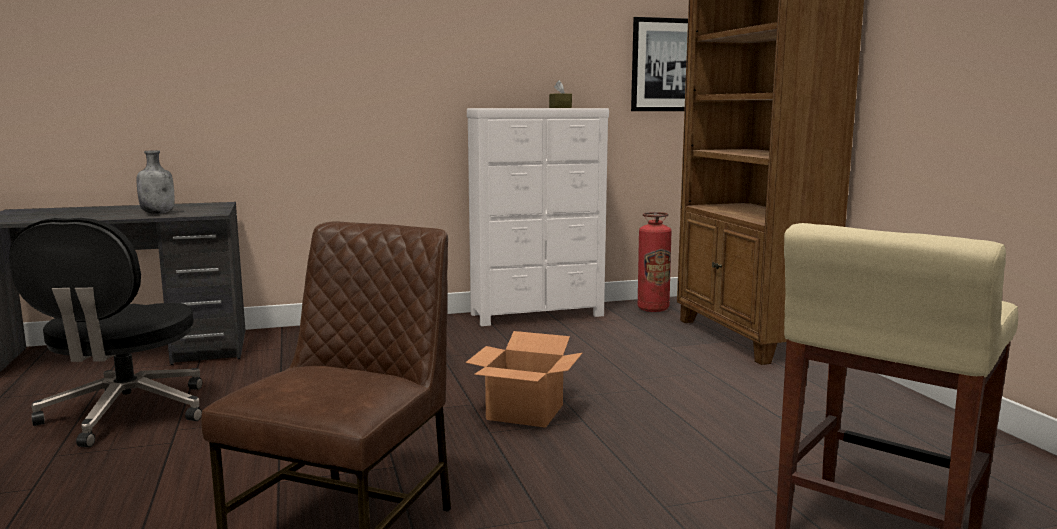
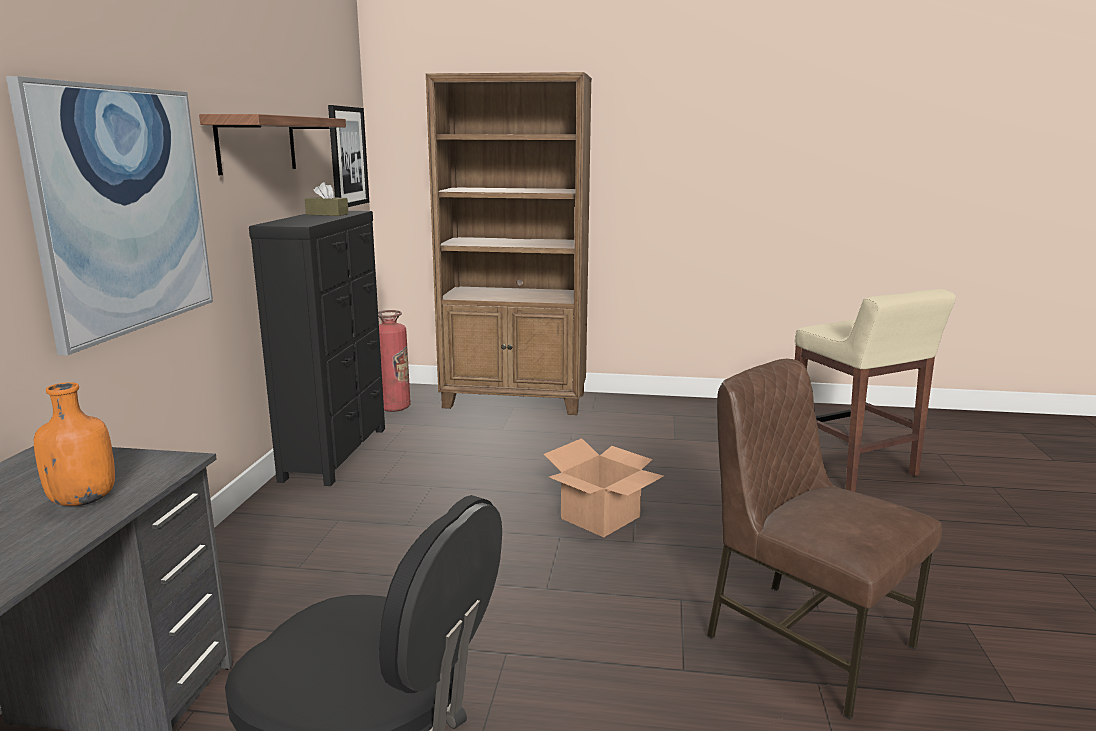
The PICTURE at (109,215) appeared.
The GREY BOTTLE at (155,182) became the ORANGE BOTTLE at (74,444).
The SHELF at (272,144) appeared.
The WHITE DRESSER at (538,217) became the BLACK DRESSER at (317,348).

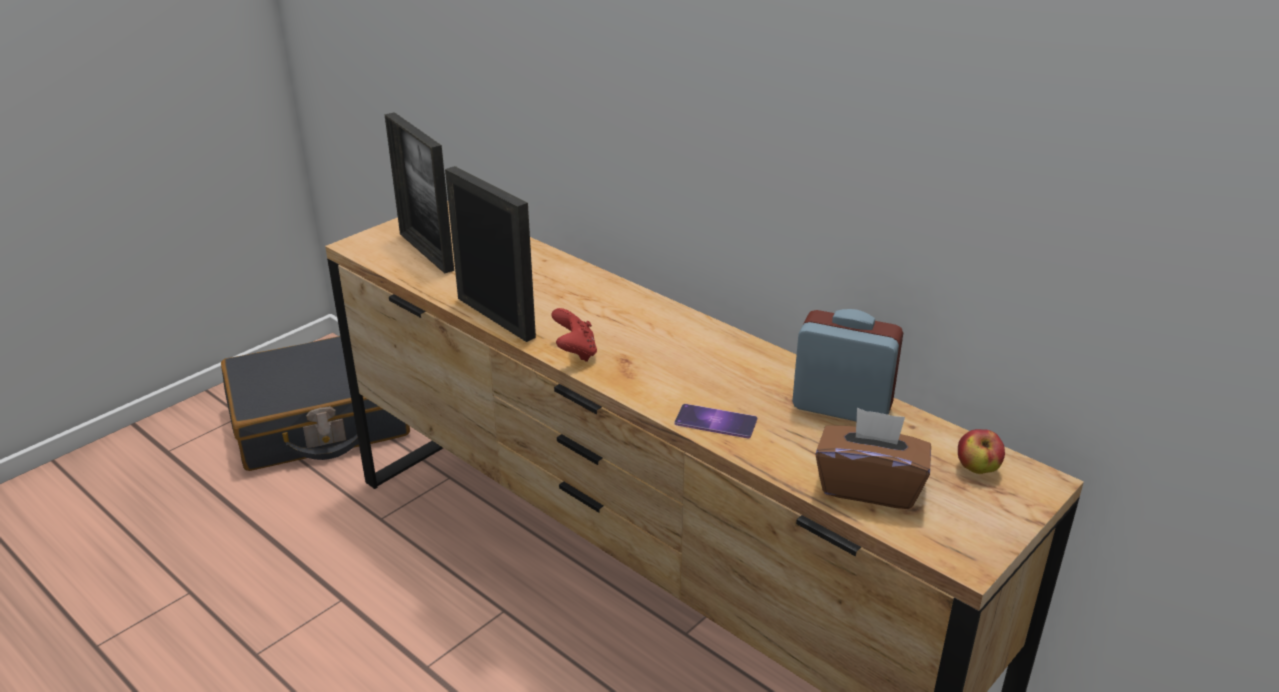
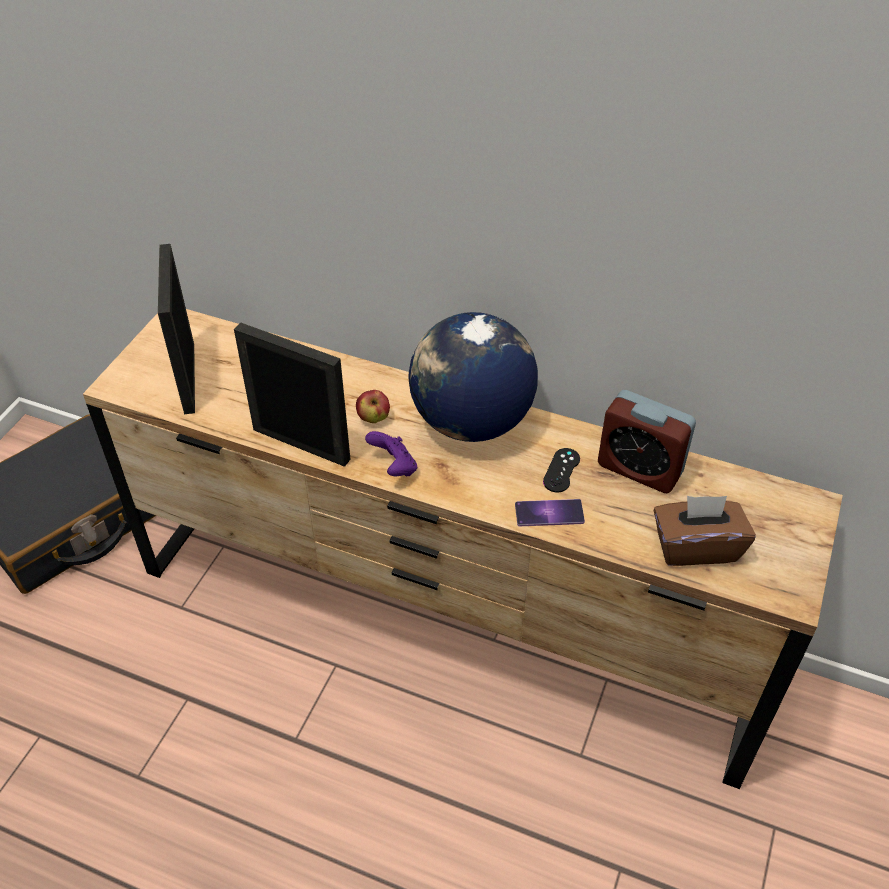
The PICTURE FRAME at (419,192) turned 45 degrees clockwise.
The APPLE moved from (981,451) to (373,406).
The RED GAME CONTROLLER at (574,335) became the PURPLE GAME CONTROLLER at (391,453).
The GLOBE at (473,377) appeared.
The BLACK GAME CONTROLLER at (561,470) appeared.
The ALARM CLOCK at (847,365) turned 150 degrees counterclockwise.

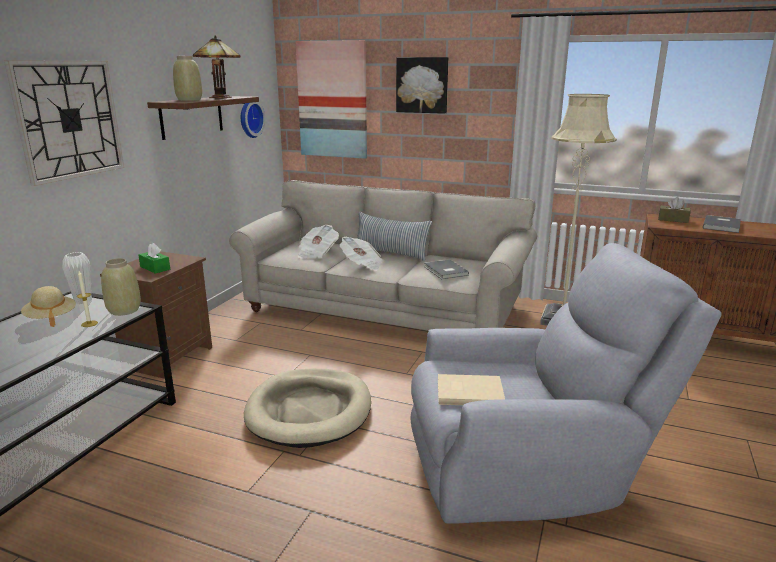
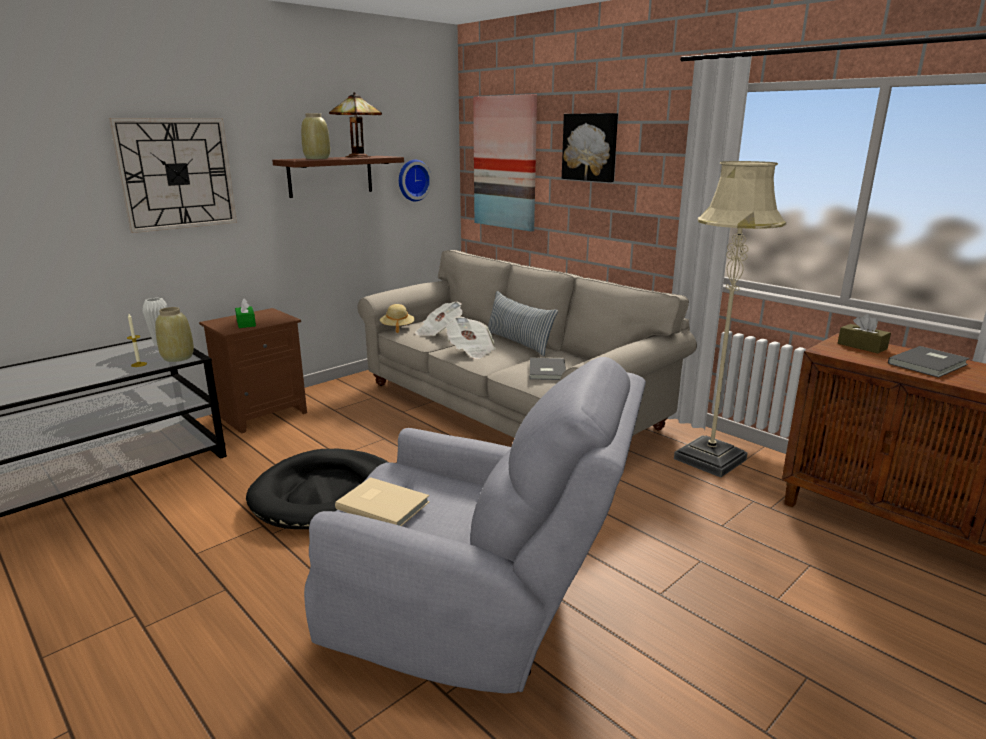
The BEIGE DOG BED at (307,408) became the BLACK DOG BED at (317,489).
The BEIGE HAT moved from (48,306) to (397,318).

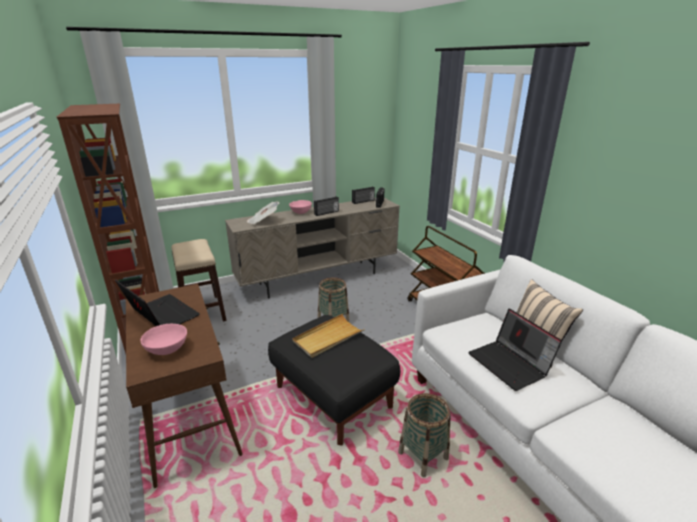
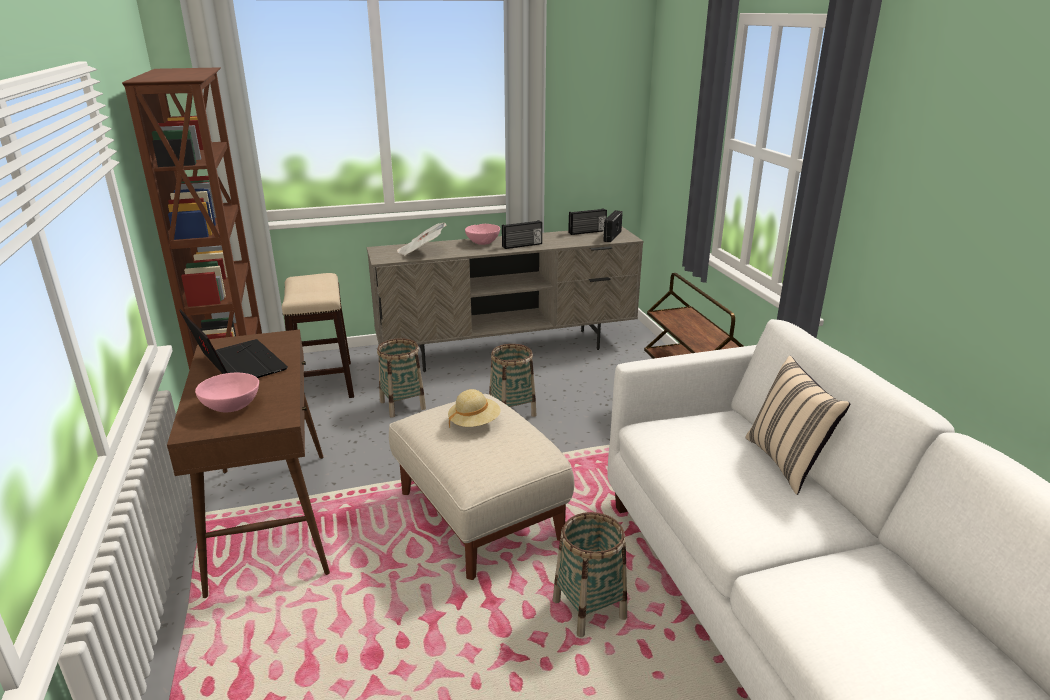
The BASKET at (401,378) appeared.
The BLACK OTTOMAN at (334,380) became the BEIGE OTTOMAN at (481,487).
The BEIGE TRAY at (328,336) was replaced by the BEIGE HAT at (474,408).
The LAPTOP at (515,349) disappeared.

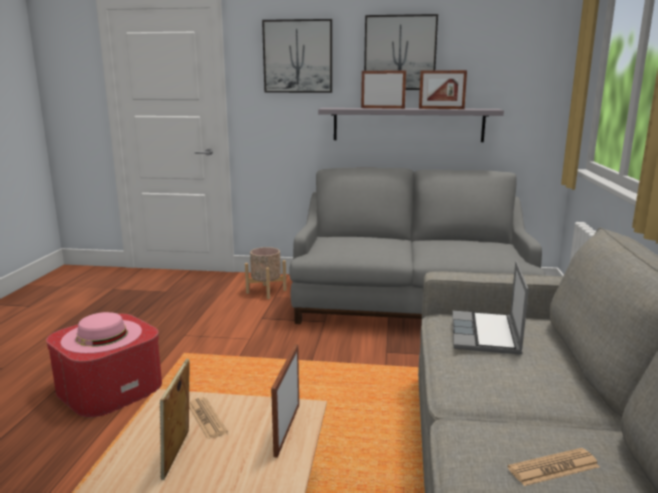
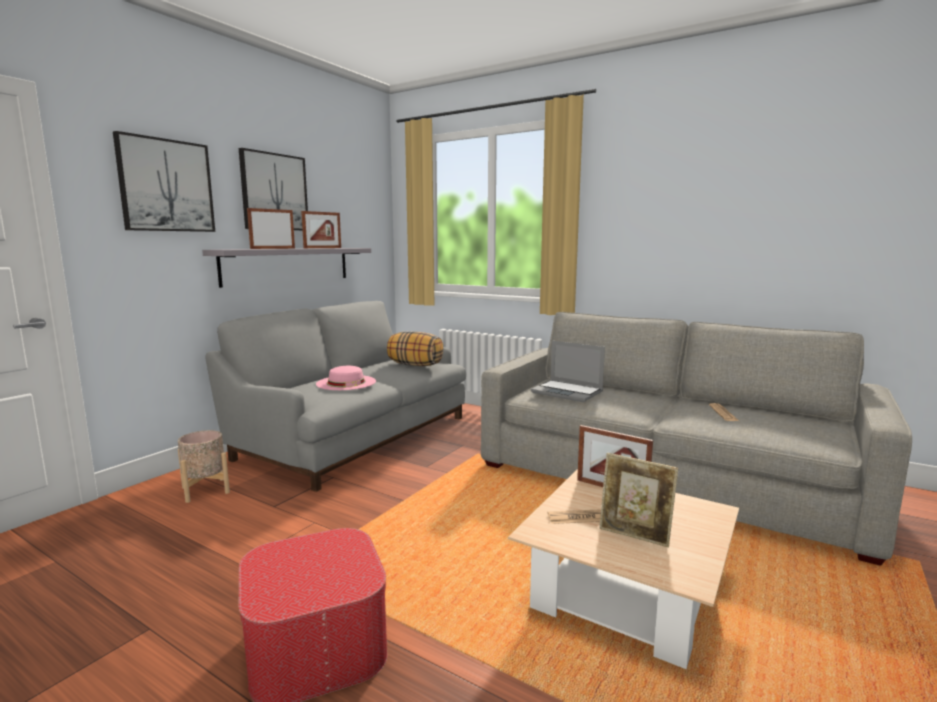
The PINK HAT moved from (101,332) to (346,378).
The PILLOW at (415,348) appeared.

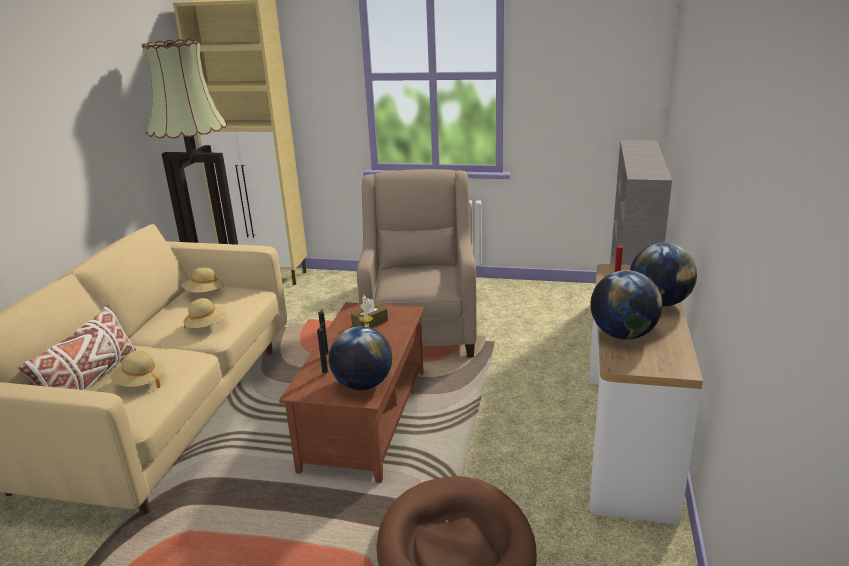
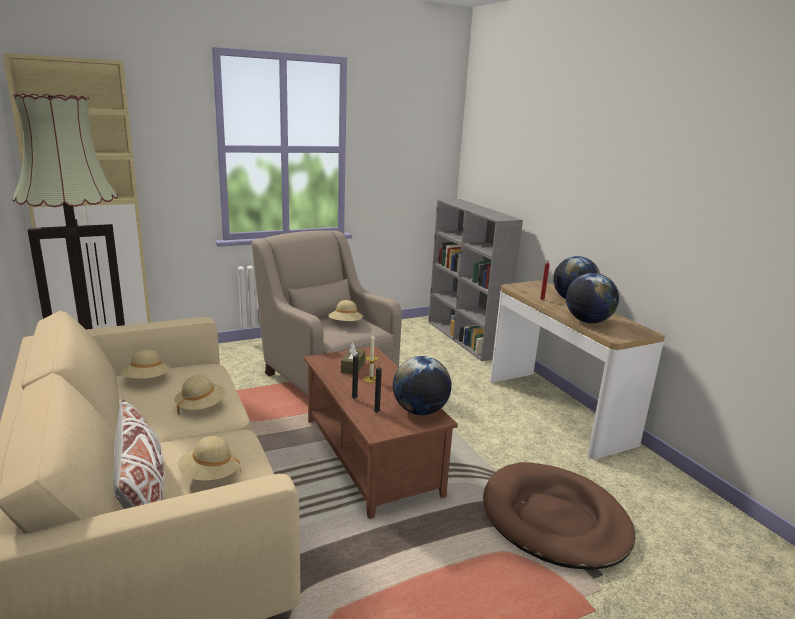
The BEIGE HAT at (345,310) appeared.

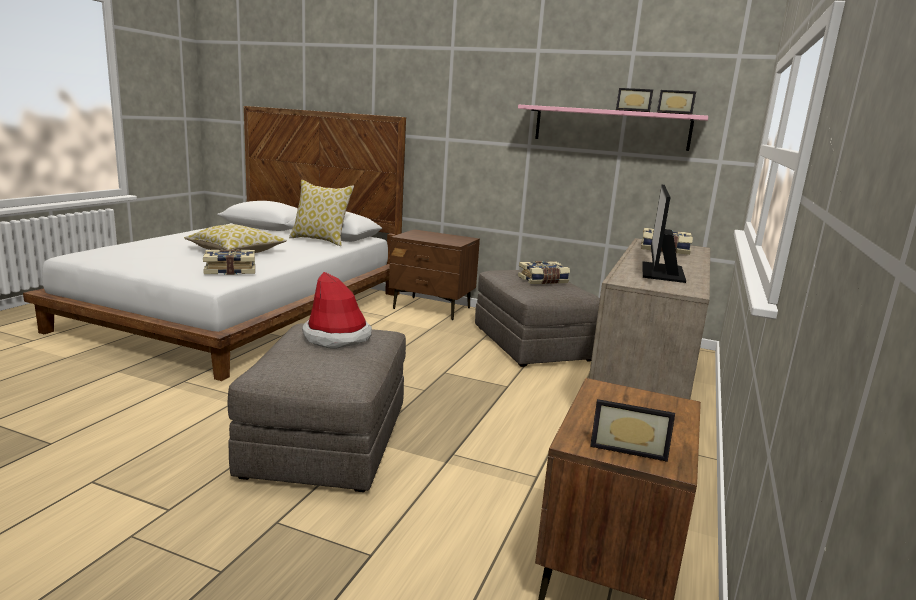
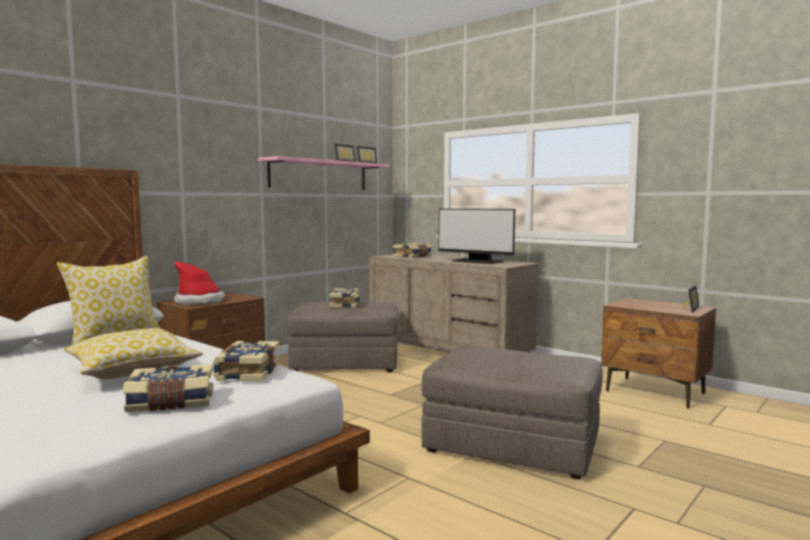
The BOOK at (168,388) appeared.
The HAT moved from (337,310) to (199,283).

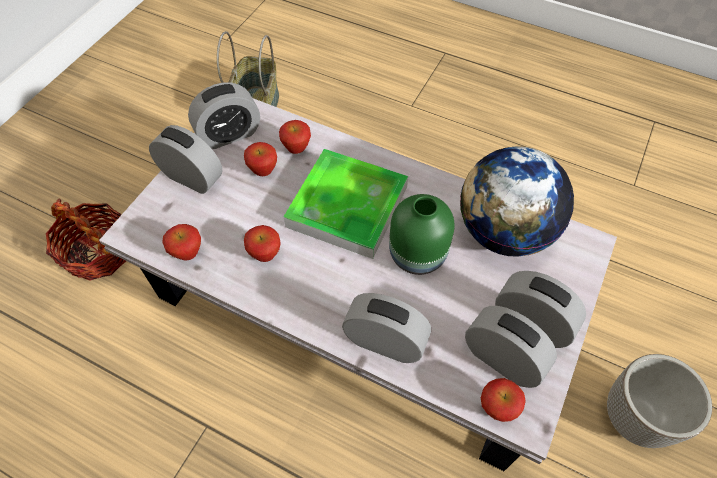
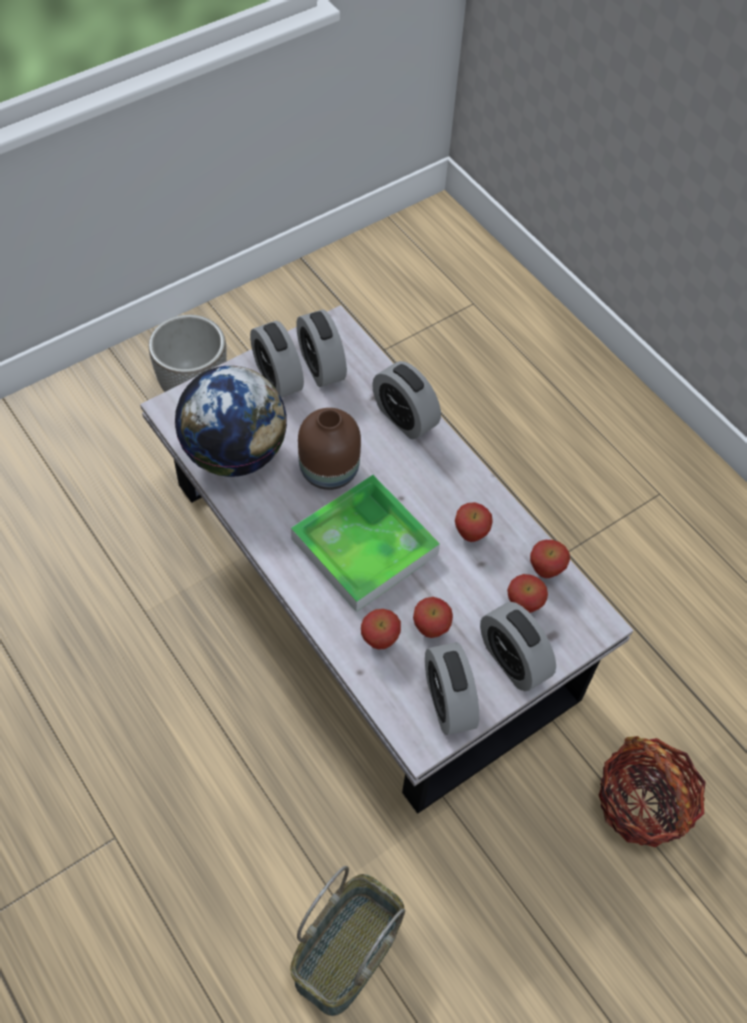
The GREEN VASE at (422,234) became the BROWN VASE at (329,449).
The ALARM CLOCK at (224,116) turned 105 degrees counterclockwise.
The APPLE moved from (503,400) to (527,593).

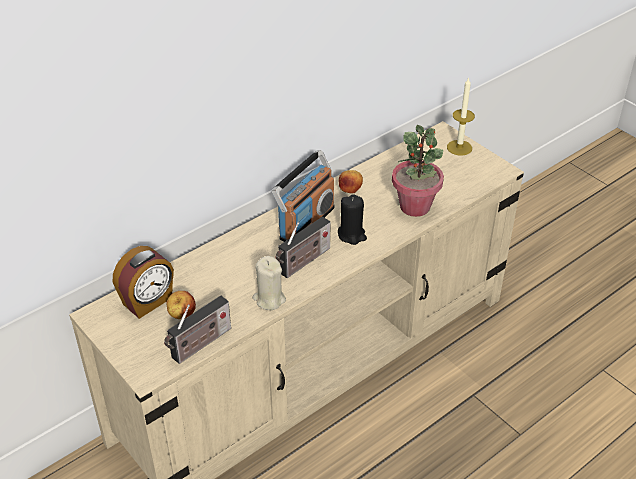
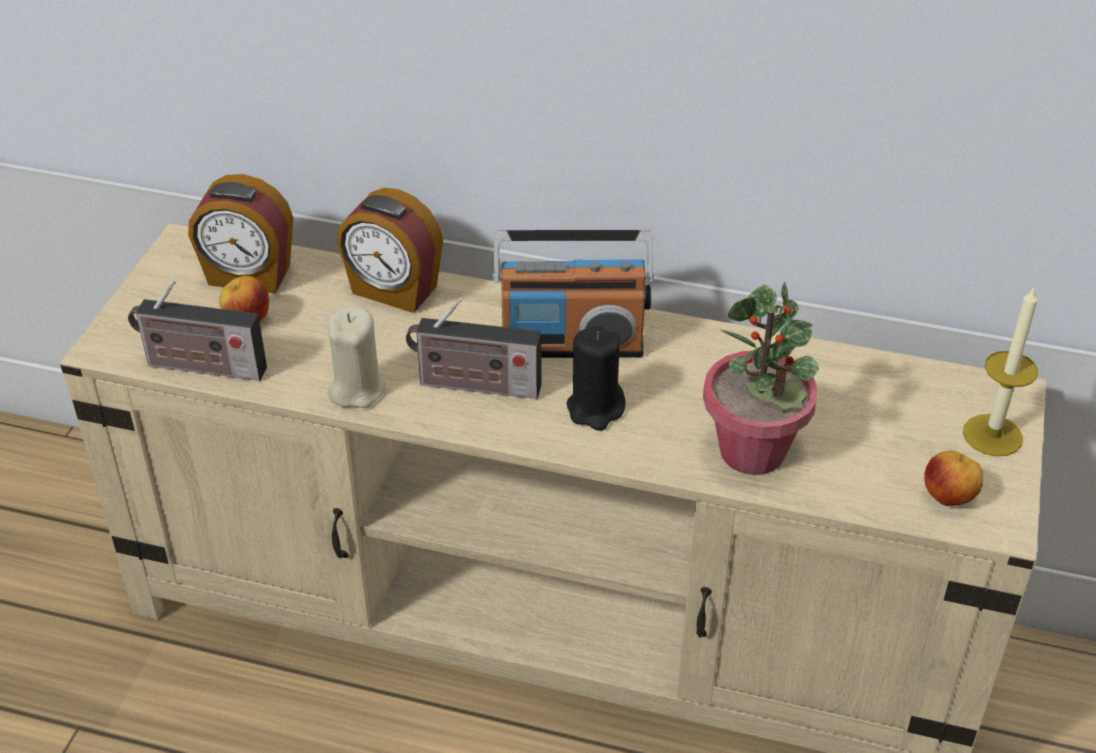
The ALARM CLOCK at (390,250) appeared.
The APPLE moved from (351,182) to (954,478).

